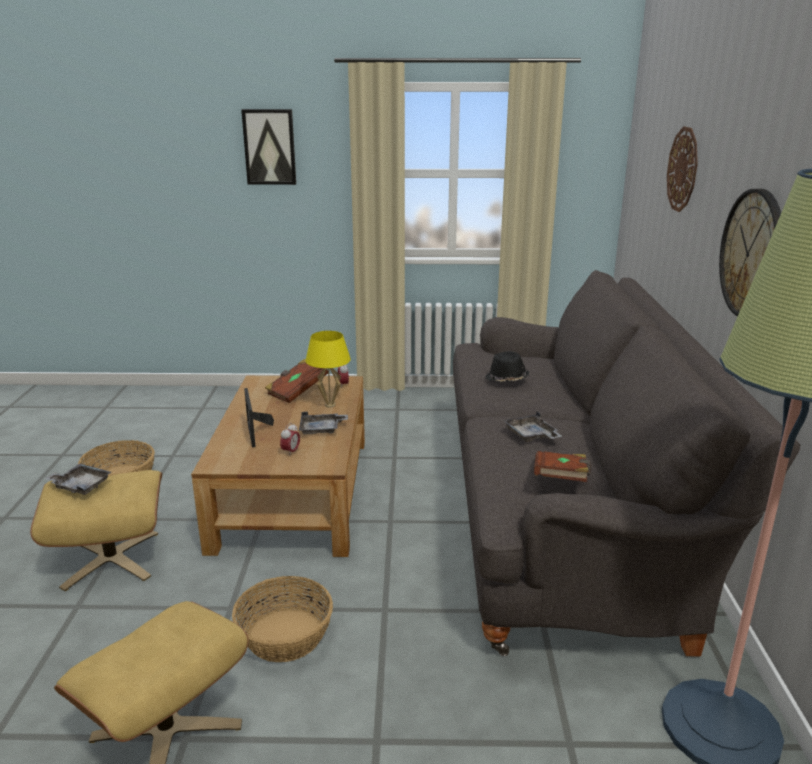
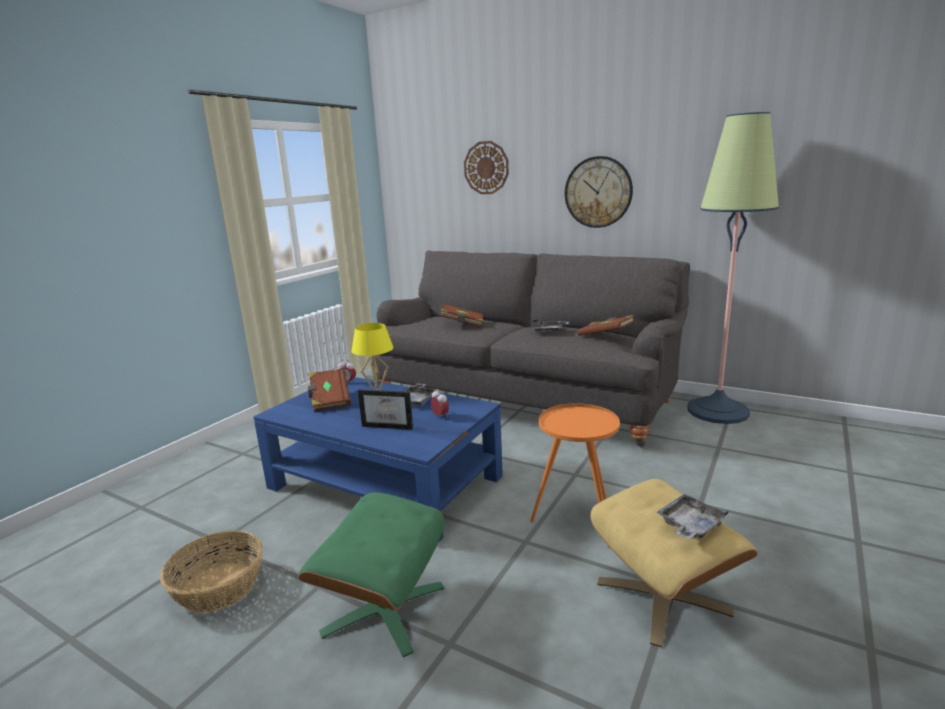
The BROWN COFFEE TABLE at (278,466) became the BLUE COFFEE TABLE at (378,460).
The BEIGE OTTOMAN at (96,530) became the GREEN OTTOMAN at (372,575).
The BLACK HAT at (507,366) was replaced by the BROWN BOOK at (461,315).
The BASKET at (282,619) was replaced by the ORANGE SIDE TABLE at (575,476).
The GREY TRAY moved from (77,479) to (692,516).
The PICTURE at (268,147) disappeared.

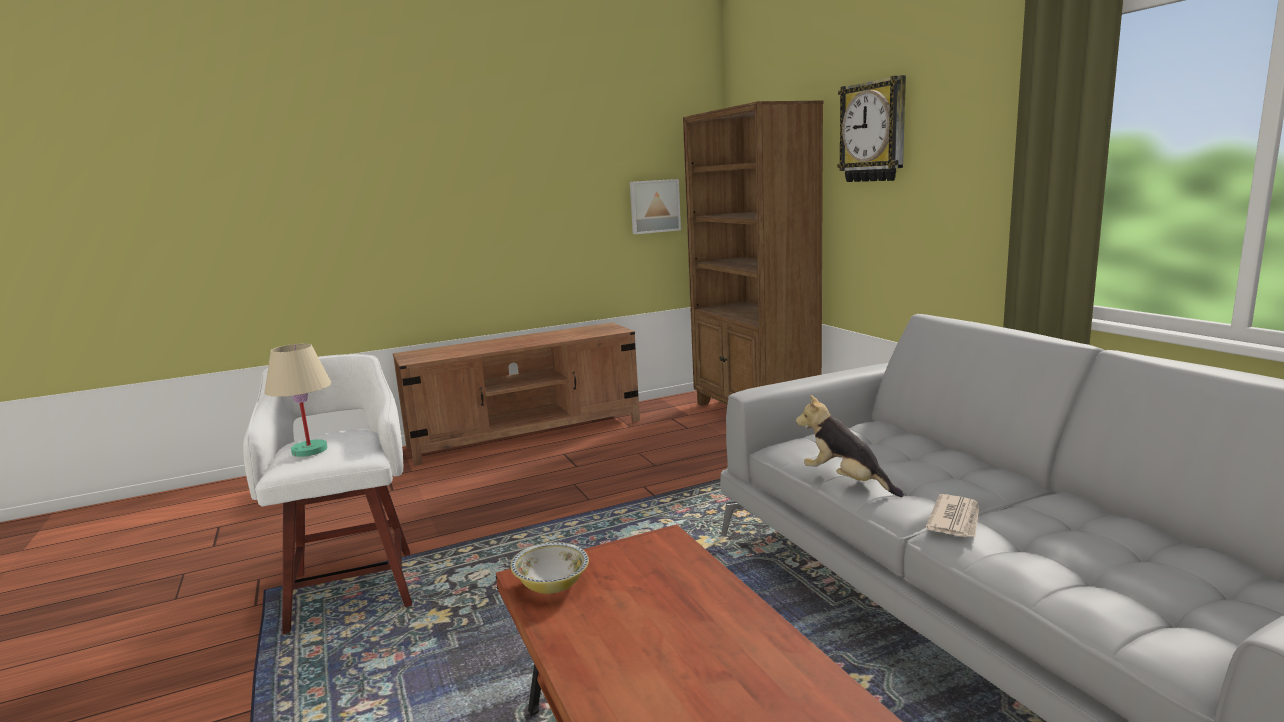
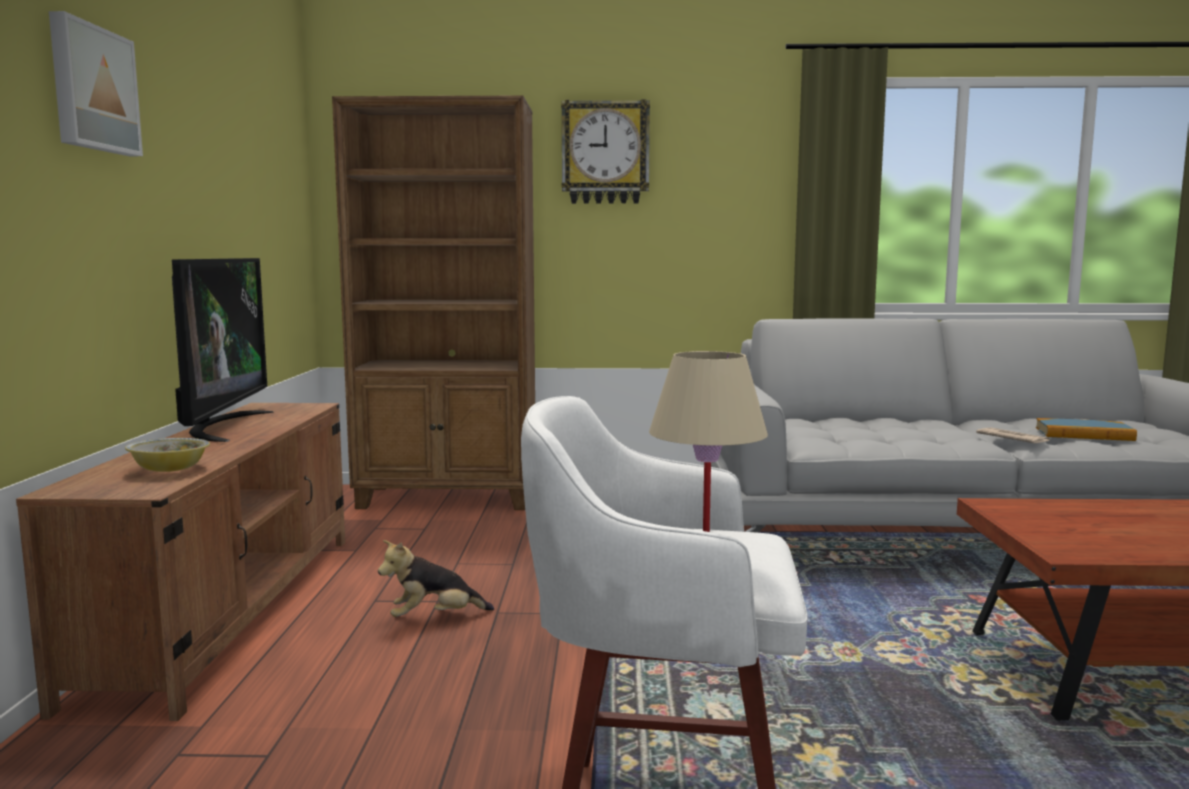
The PICTURE moved from (655,206) to (96,83).
The BOWL moved from (549,568) to (167,455).
The TELEVISION at (223,350) appeared.
The PLUSH TOY moved from (850,446) to (436,578).
The BOOK at (1086,429) appeared.

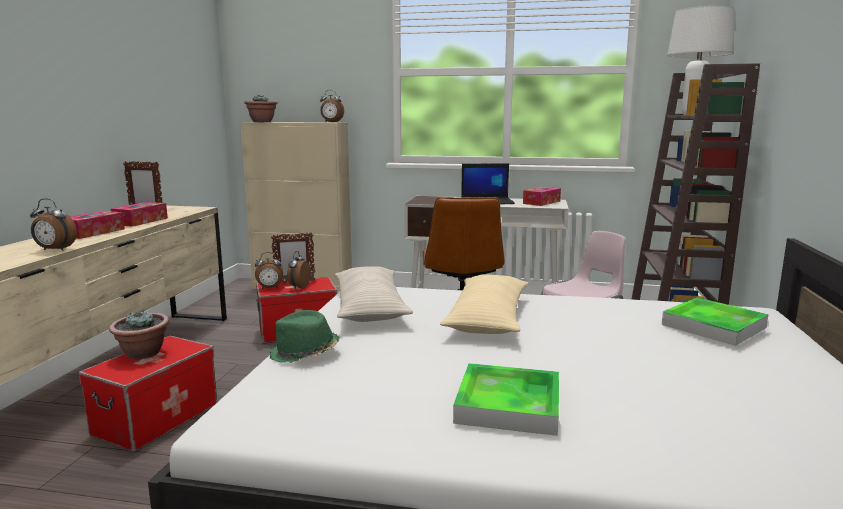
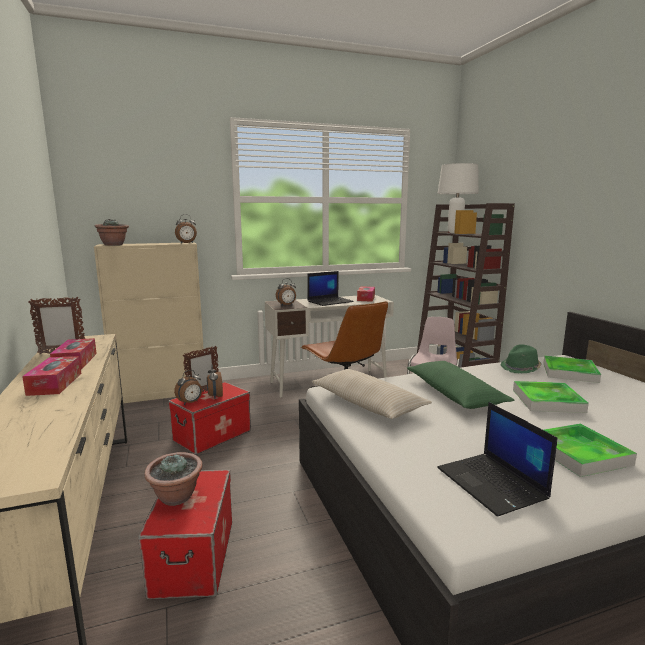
The ALARM CLOCK moved from (53,224) to (286,291).
The BEIGE PILLOW at (484,304) became the GREEN PILLOW at (460,385).
The LAPTOP at (497,459) appeared.
The GREEN HAT moved from (304,336) to (521,358).
The TRAY at (551,397) appeared.

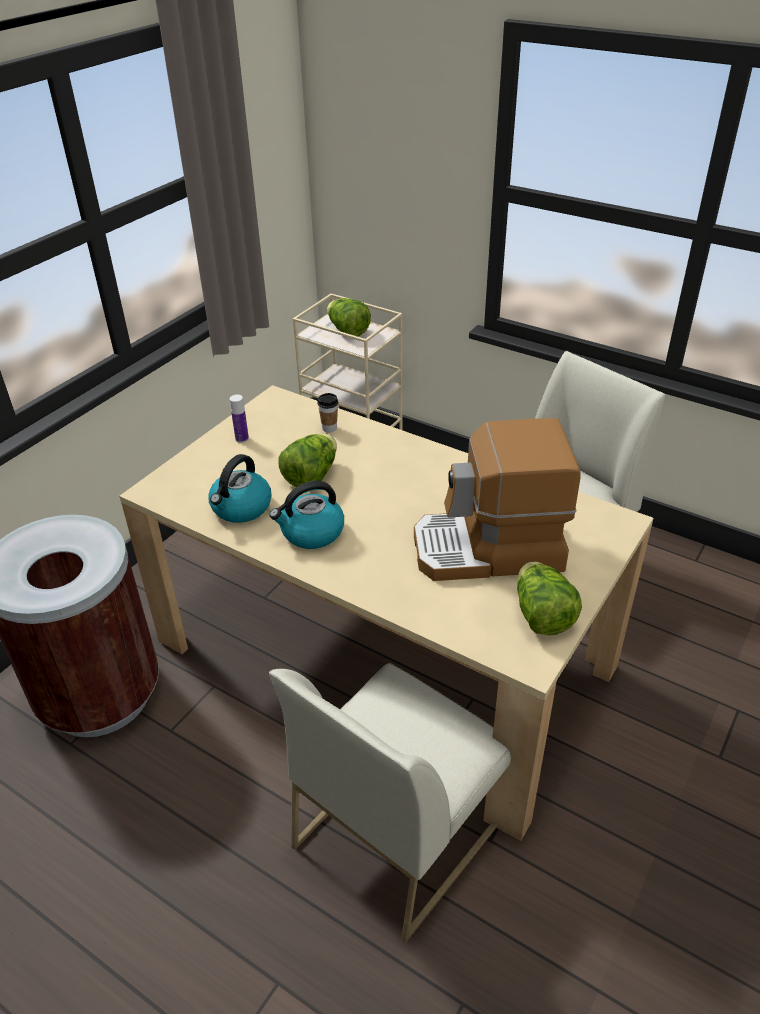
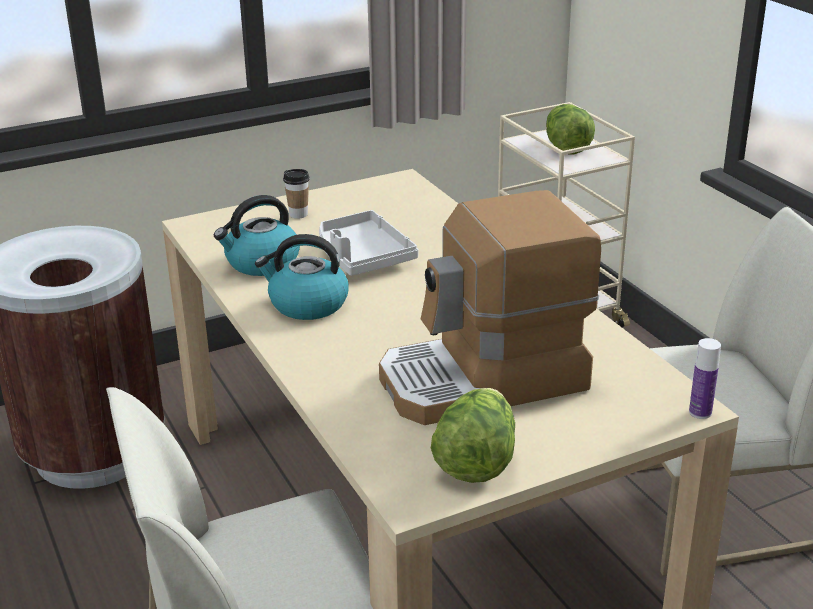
The CUP moved from (327,413) to (296,194).
The LETTUCE at (308,460) was replaced by the GREY TRAY at (369,243).
The COFFEE MACHINE at (497,499) turned 45 degrees counterclockwise.
The BOTTLE moved from (239,419) to (705,378).

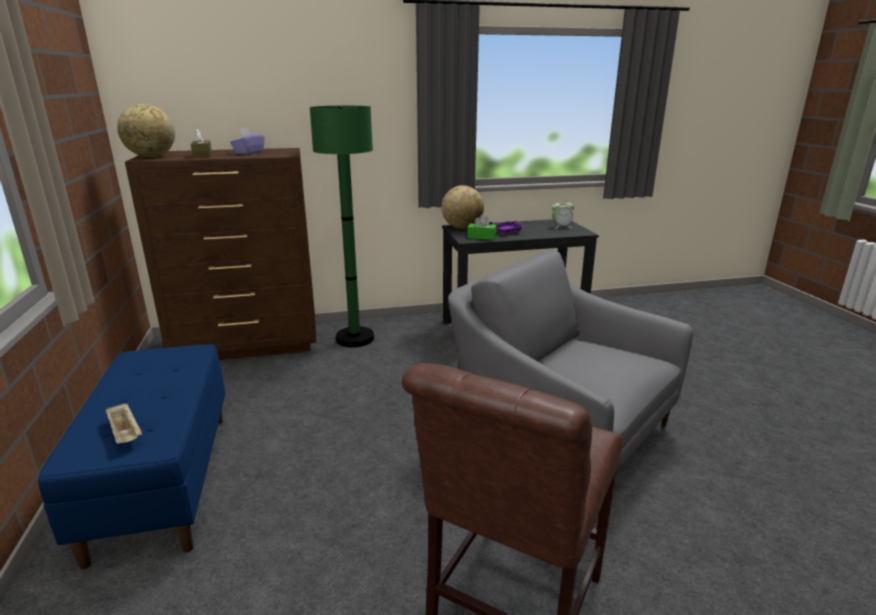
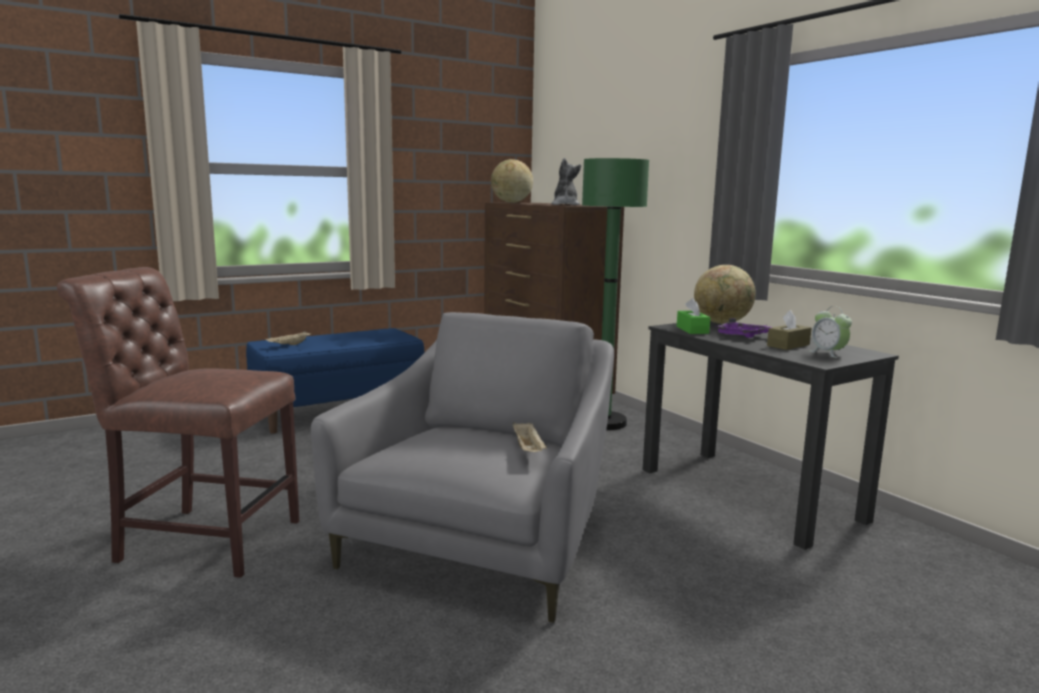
The BEIGE TRAY at (530,437) appeared.
The PURPLE TISSUE BOX at (247,141) was replaced by the PLUSH TOY at (566,181).
The BROWN TISSUE BOX moved from (201,143) to (789,330).

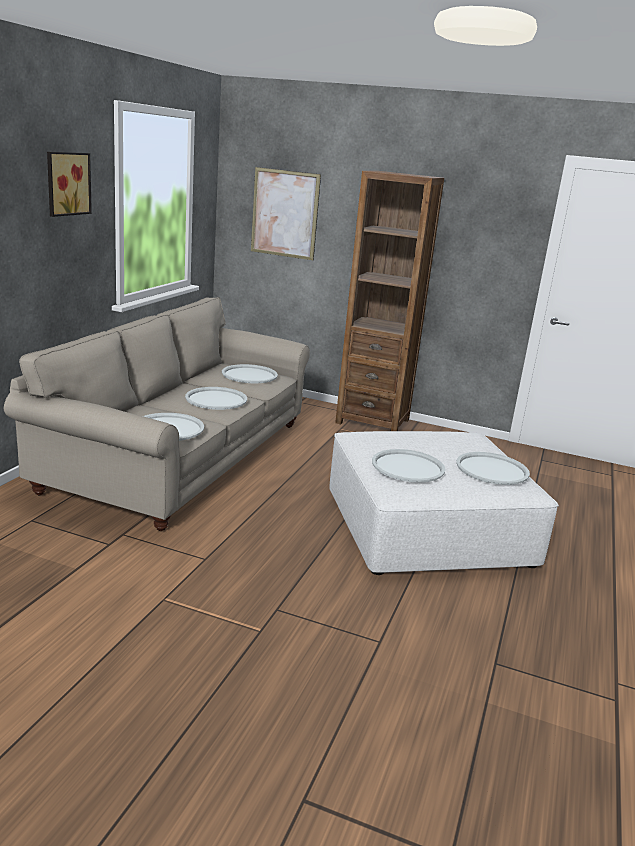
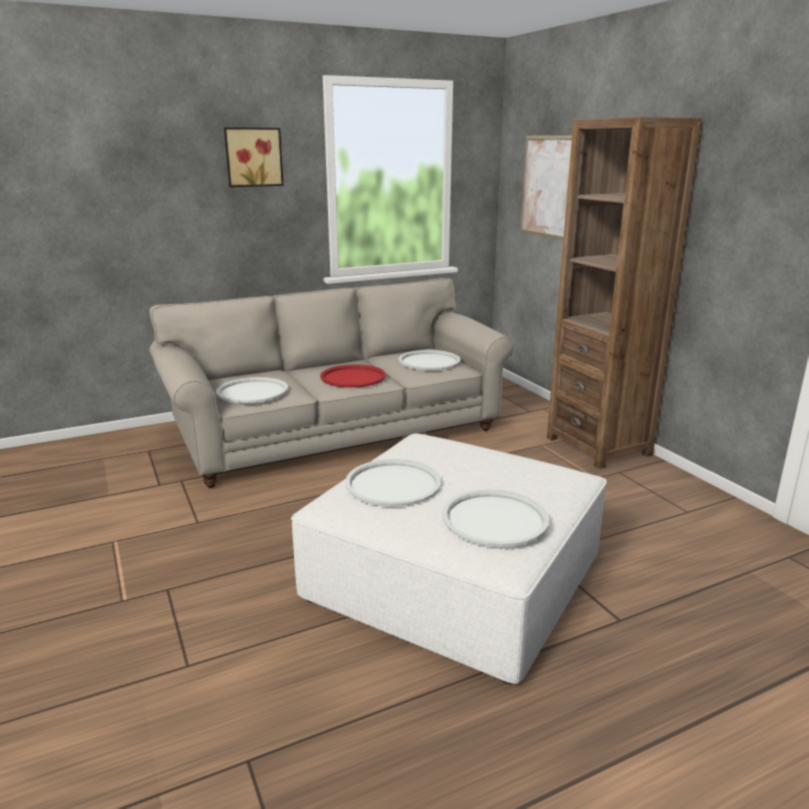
The WHITE TRAY at (216,398) became the RED TRAY at (353,376).

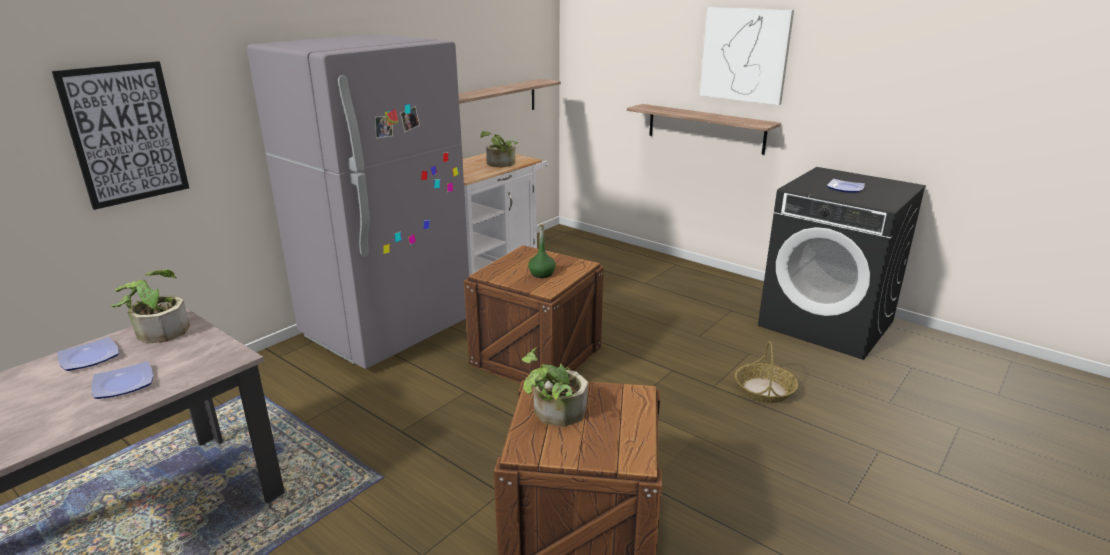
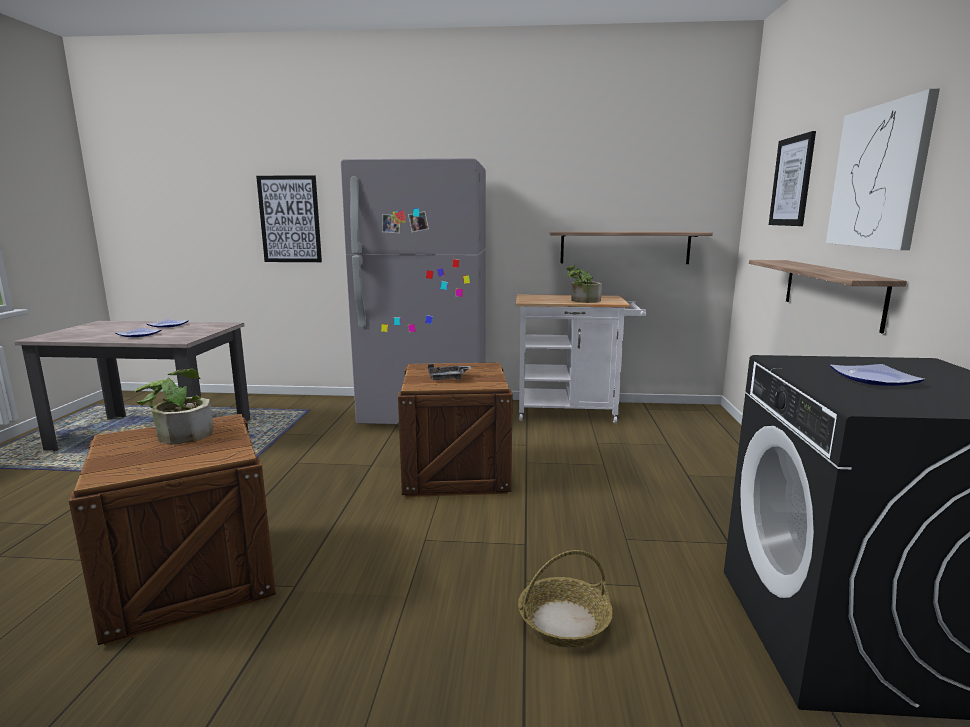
The GREEN BOTTLE at (542,251) was replaced by the GREY TRAY at (450,372).
The PICTURE at (792,178) appeared.
The POTTED PLANT at (150,306) disappeared.

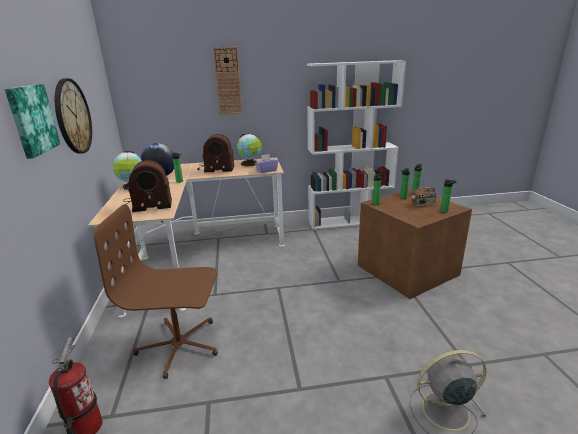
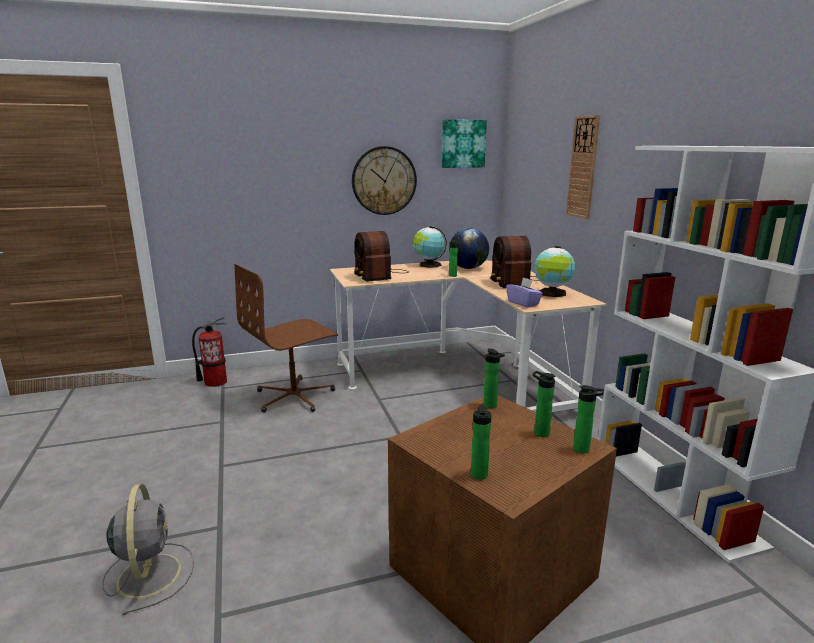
The BROWN OFFICE CHAIR at (156,291) turned 120 degrees counterclockwise.
The PICTURE moved from (32,121) to (464,143).
The RADIO at (423,193) disappeared.

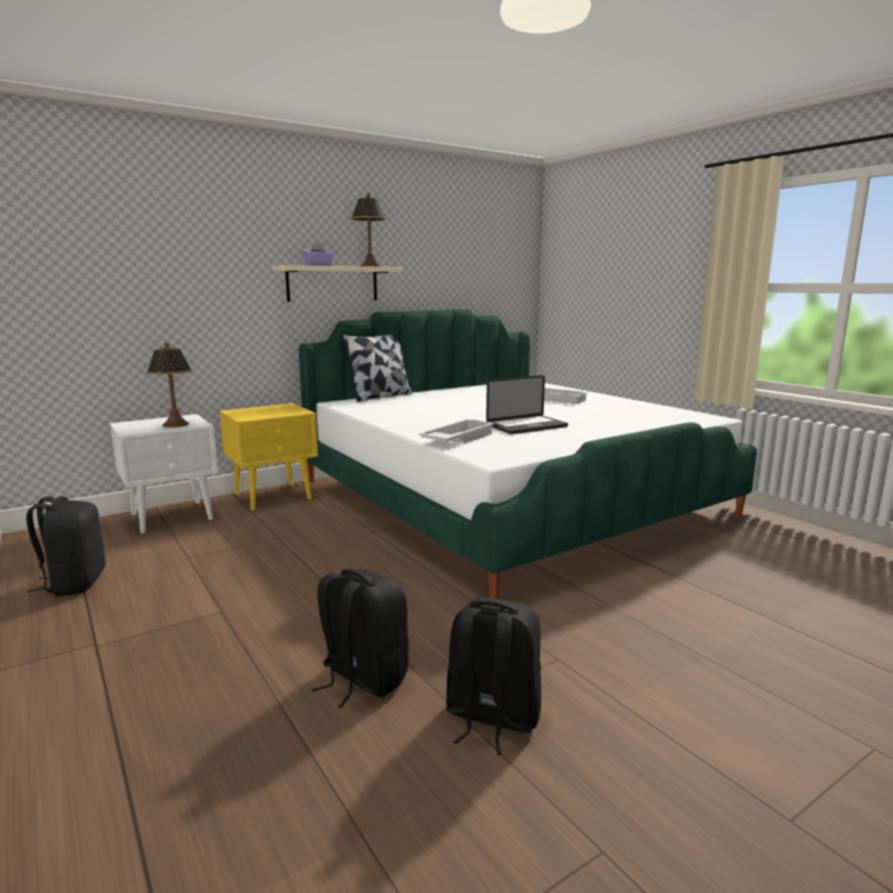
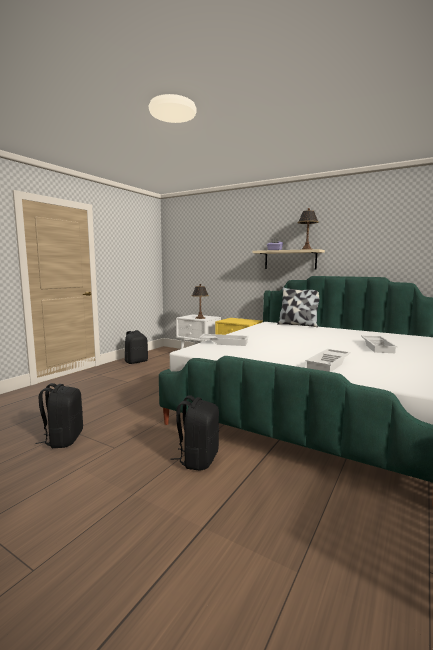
The BLACK BACKPACK moved from (360,638) to (194,433).
The WHITE TRAY at (328,360) appeared.
The LAPTOP at (527,404) disappeared.

